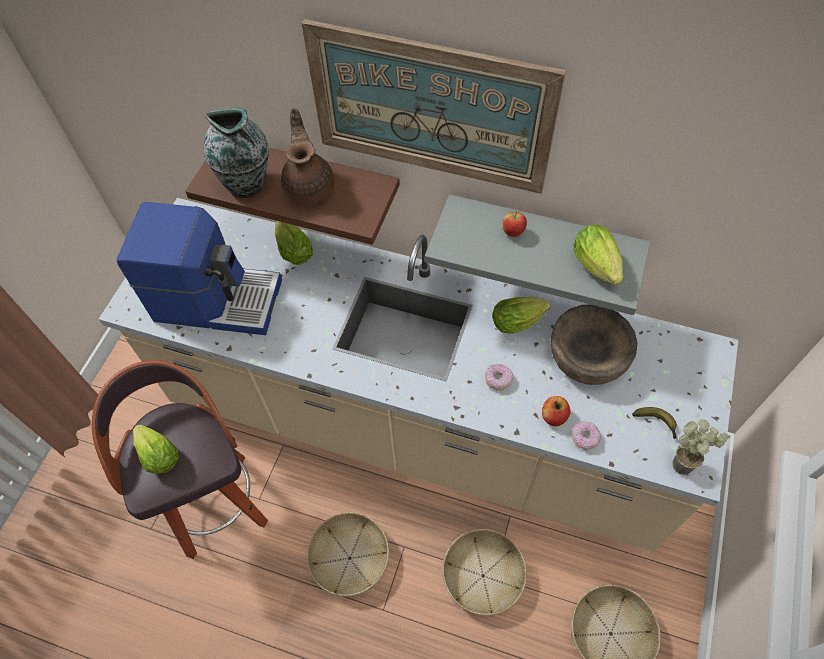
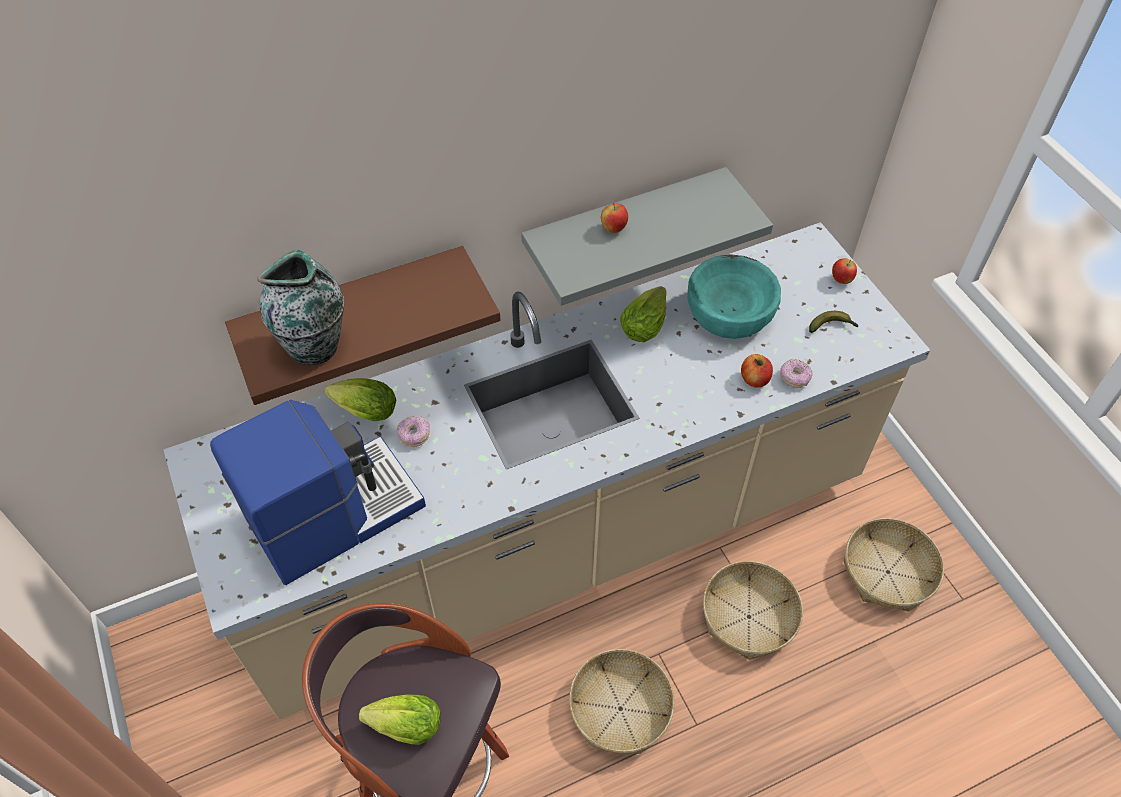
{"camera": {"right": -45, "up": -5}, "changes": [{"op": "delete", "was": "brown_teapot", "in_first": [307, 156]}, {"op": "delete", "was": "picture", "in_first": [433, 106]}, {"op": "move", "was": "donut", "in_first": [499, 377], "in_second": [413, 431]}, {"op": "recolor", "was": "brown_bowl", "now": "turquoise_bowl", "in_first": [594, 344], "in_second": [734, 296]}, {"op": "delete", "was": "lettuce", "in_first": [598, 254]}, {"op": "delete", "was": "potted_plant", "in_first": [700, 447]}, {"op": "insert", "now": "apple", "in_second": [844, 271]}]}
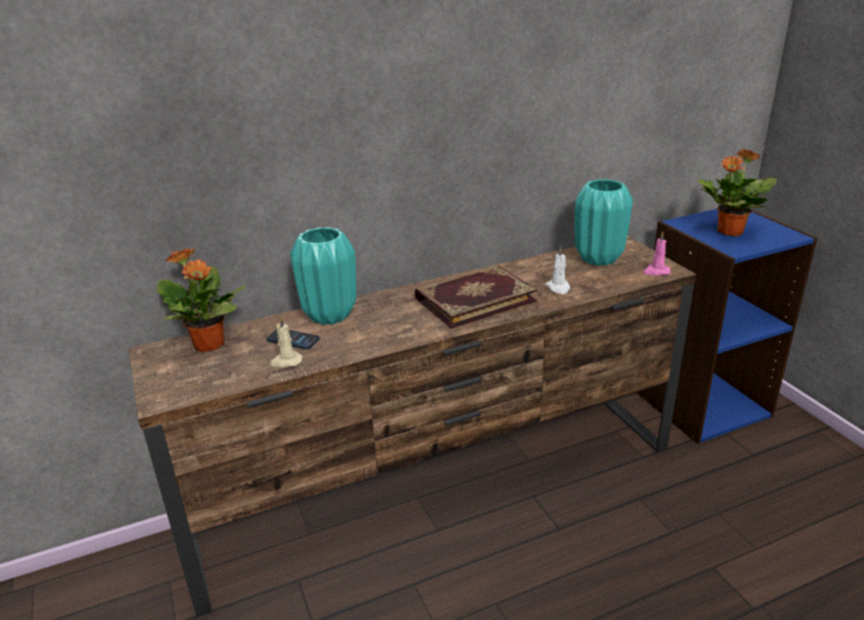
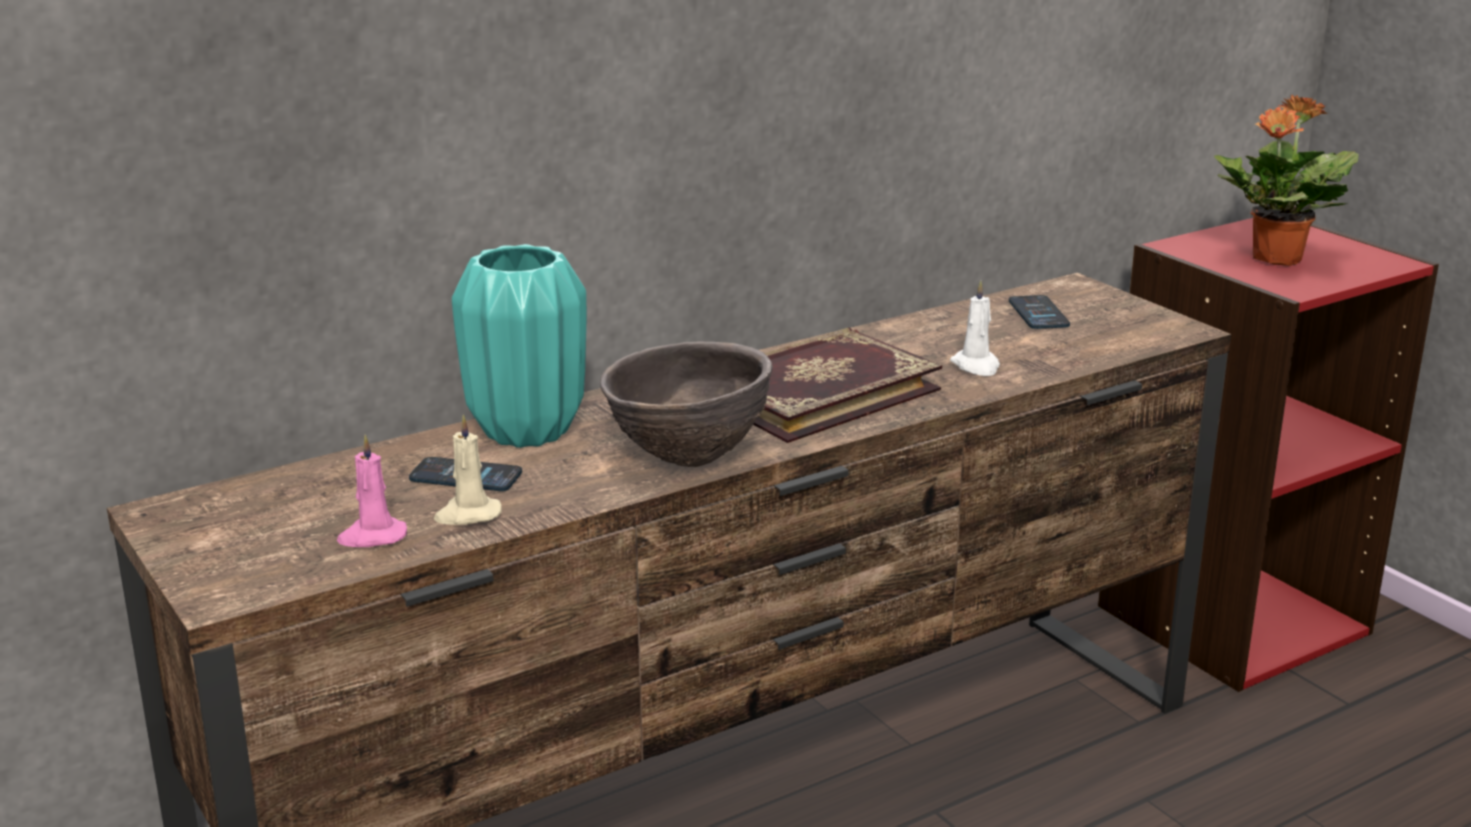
{"camera": {"right": -10, "up": -5}, "changes": [{"op": "delete", "was": "potted_plant", "in_first": [201, 300]}, {"op": "replace", "was": "turquoise_vase", "now": "phone", "in_first": [604, 222], "in_second": [1039, 312]}, {"op": "recolor", "was": "blue_bookcase", "now": "red_bookcase", "in_first": [727, 326], "in_second": [1268, 455]}, {"op": "move", "was": "pink_candle", "in_first": [657, 254], "in_second": [371, 491]}, {"op": "insert", "now": "brown_bowl", "in_second": [686, 404]}]}
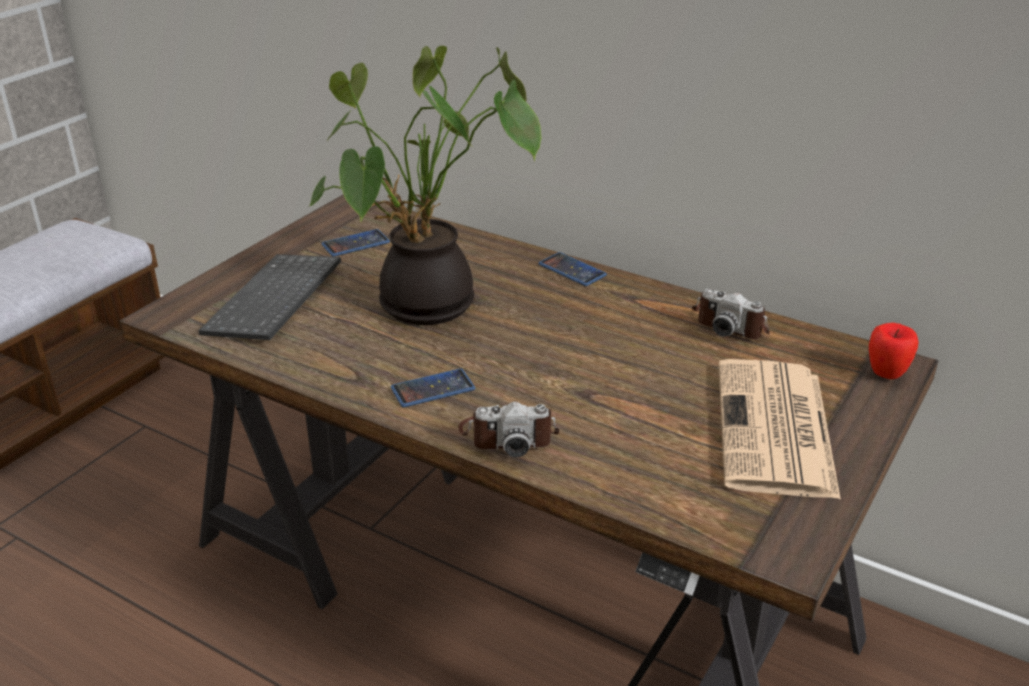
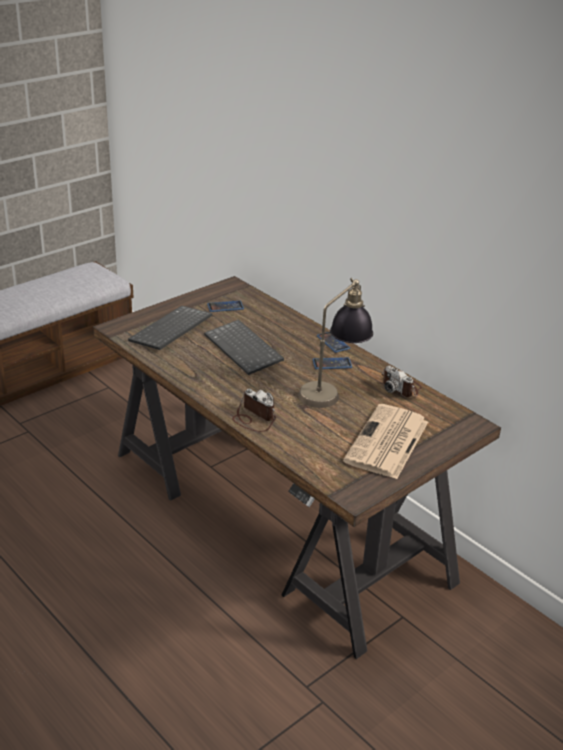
{"camera": {"right": 15, "up": 0}, "changes": [{"op": "replace", "was": "potted_plant", "now": "keyboard", "in_first": [425, 185], "in_second": [244, 347]}, {"op": "move", "was": "phone", "in_first": [433, 387], "in_second": [332, 363]}, {"op": "rotate", "was": "photo_camera", "in_first": [508, 429], "in_second": [254, 410], "clockwise": -150}, {"op": "delete", "was": "apple", "in_first": [894, 351]}, {"op": "insert", "now": "table_lamp", "in_second": [335, 343]}]}
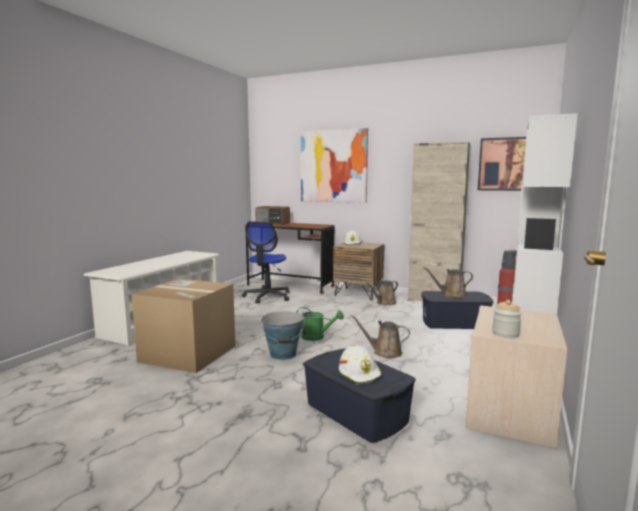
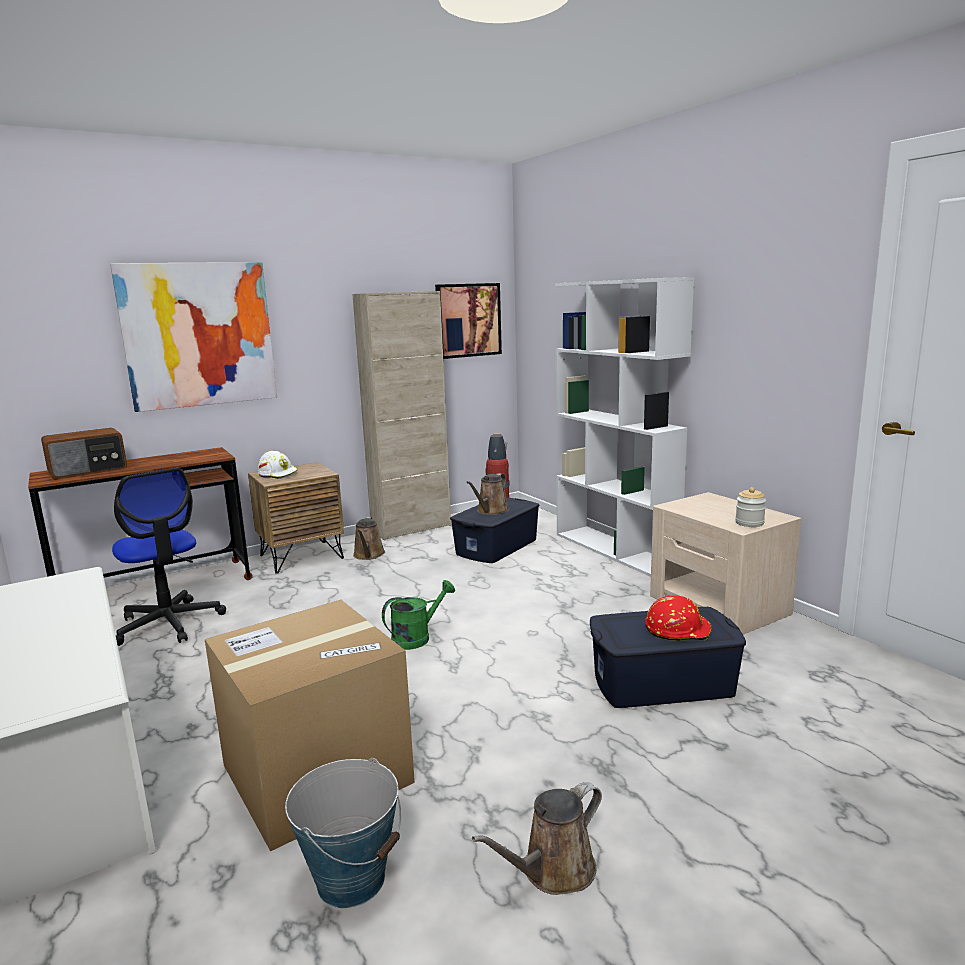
{"camera": {"right": -55, "up": 5}, "changes": [{"op": "move", "was": "bucket", "in_first": [283, 335], "in_second": [343, 833]}, {"op": "recolor", "was": "white_hard_hat", "now": "red_hard_hat", "in_first": [360, 365], "in_second": [678, 618]}, {"op": "move", "was": "brown_watering_can", "in_first": [380, 336], "in_second": [537, 838]}]}
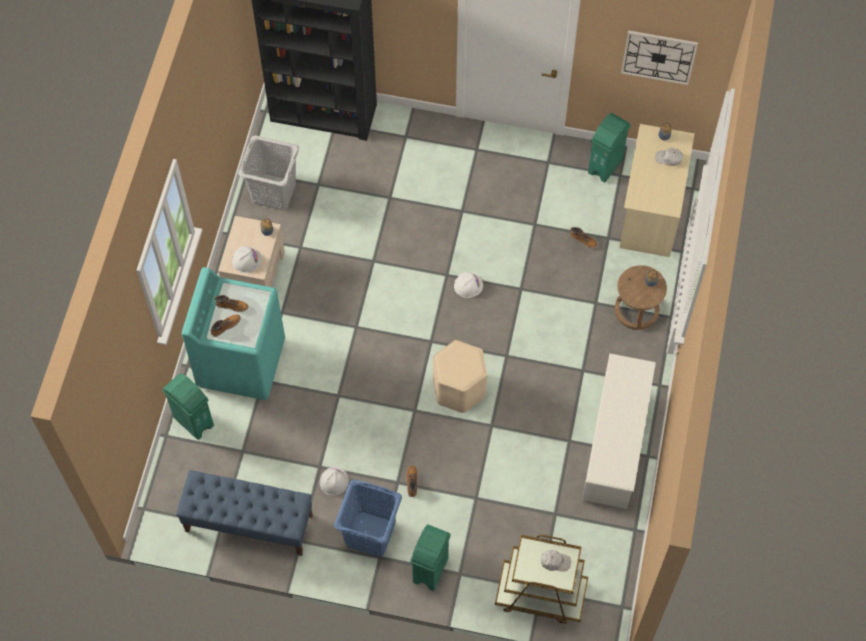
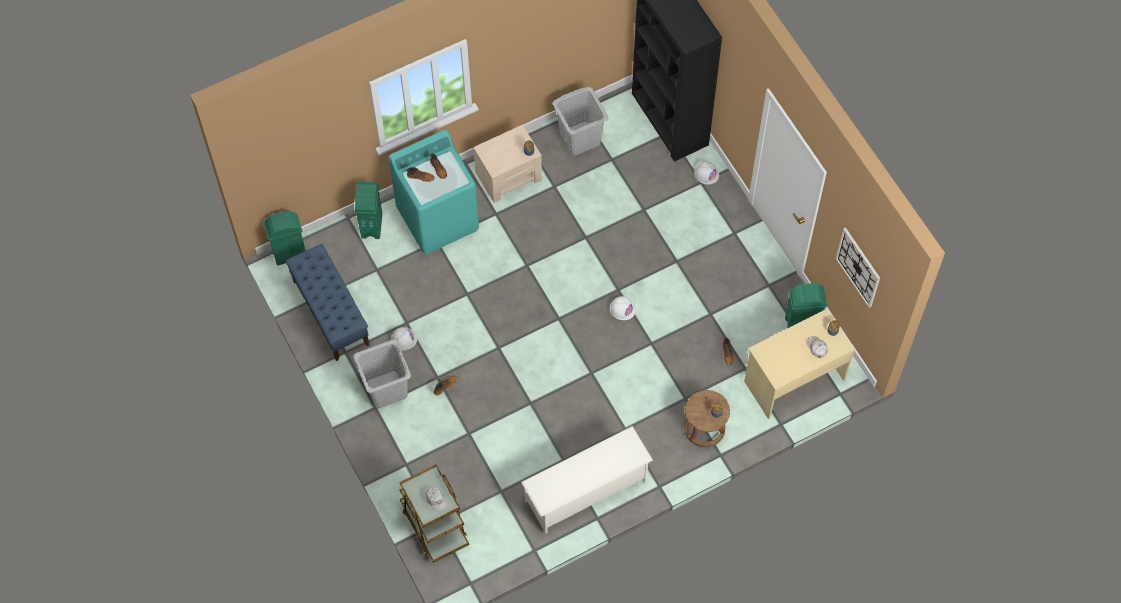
{"camera": {"right": 50, "up": 0}, "changes": [{"op": "move", "was": "white_hard_hat", "in_first": [247, 259], "in_second": [706, 173]}, {"op": "recolor", "was": "blue_laundry_basket", "now": "grey_laundry_basket", "in_first": [368, 518], "in_second": [382, 373]}, {"op": "move", "was": "green_trash_can", "in_first": [430, 557], "in_second": [284, 238]}, {"op": "delete", "was": "beige_stool", "in_first": [460, 376]}]}
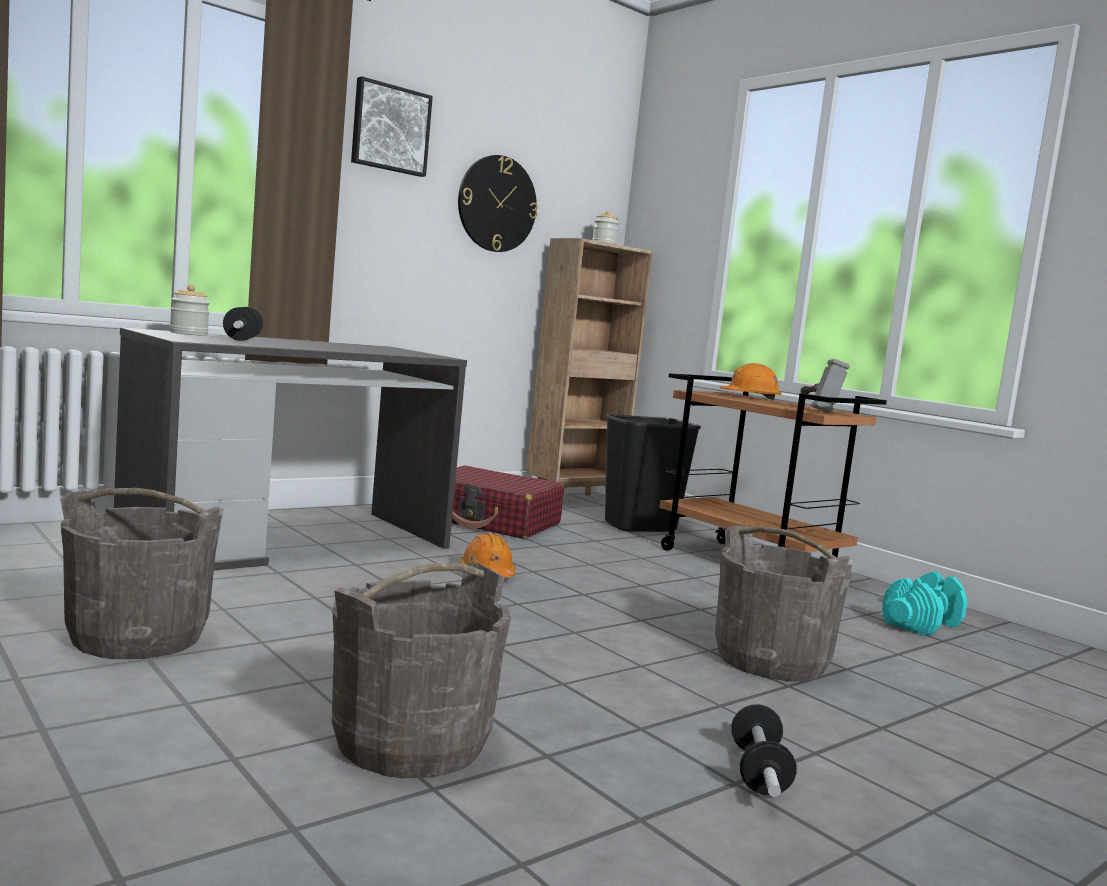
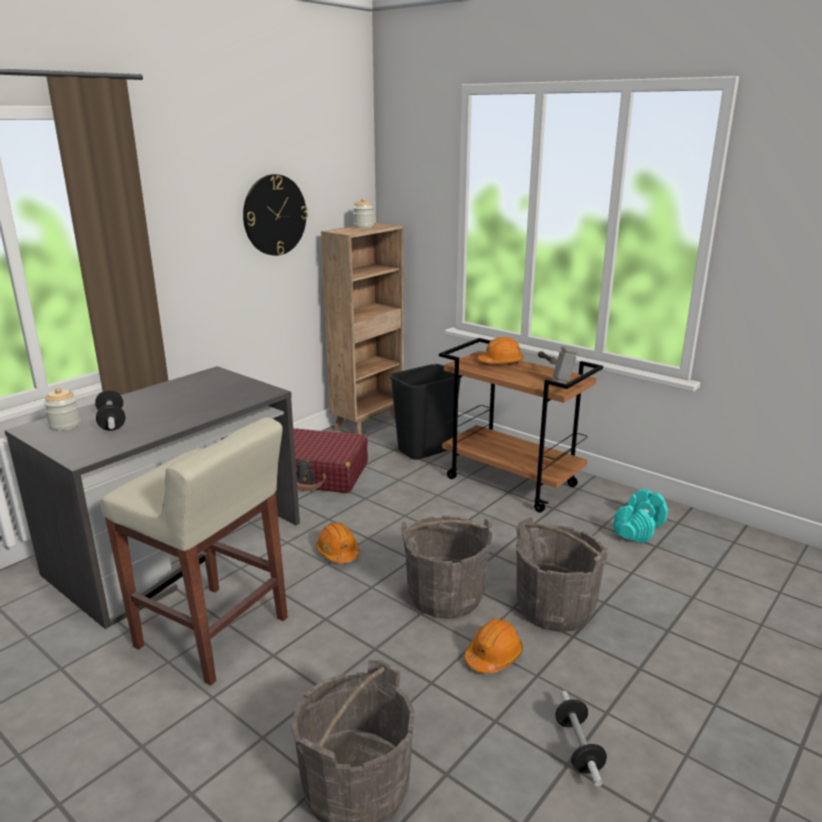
{"camera": {"right": -10, "up": 15}, "changes": [{"op": "move", "was": "grey_bucket", "in_first": [141, 573], "in_second": [447, 567]}, {"op": "delete", "was": "picture", "in_first": [392, 126]}, {"op": "insert", "now": "beige_stool", "in_second": [194, 551]}, {"op": "insert", "now": "orange_hard_hat", "in_second": [493, 646]}]}
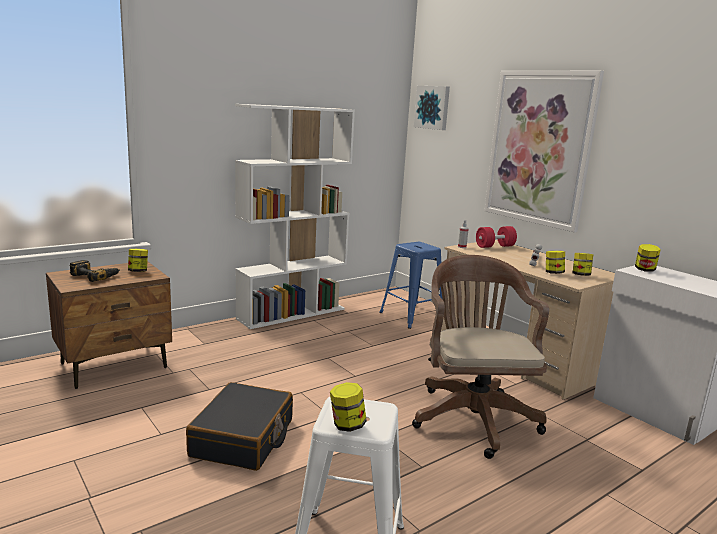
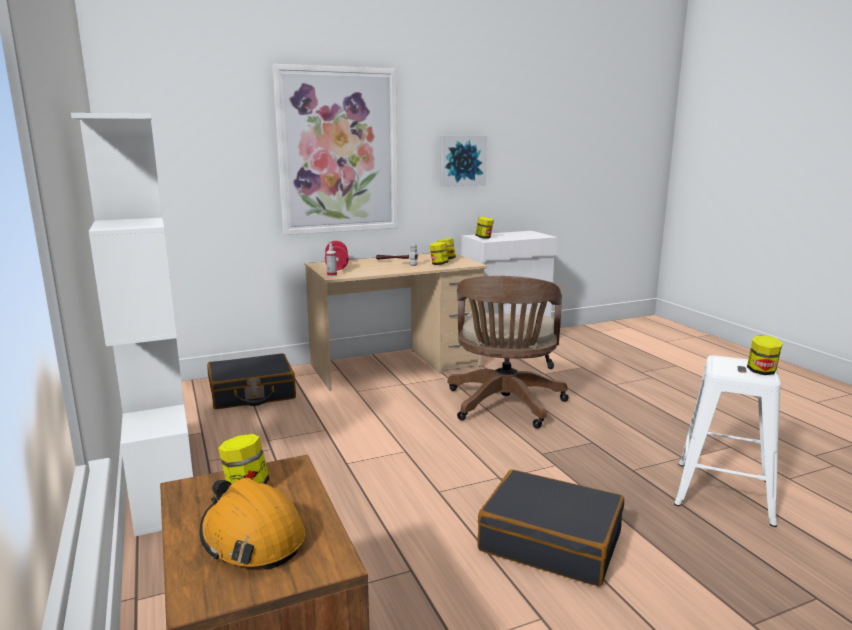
{"camera": {"right": -75, "up": 0}, "changes": [{"op": "replace", "was": "power_drill", "now": "orange_hard_hat", "in_first": [95, 271], "in_second": [252, 524]}, {"op": "replace", "was": "blue_stool", "now": "black_suitcase", "in_first": [411, 285], "in_second": [251, 381]}, {"op": "rotate", "was": "brown_office_chair", "in_first": [480, 357], "in_second": [508, 352], "clockwise": -90}, {"op": "move", "was": "picture", "in_first": [432, 108], "in_second": [463, 161]}]}
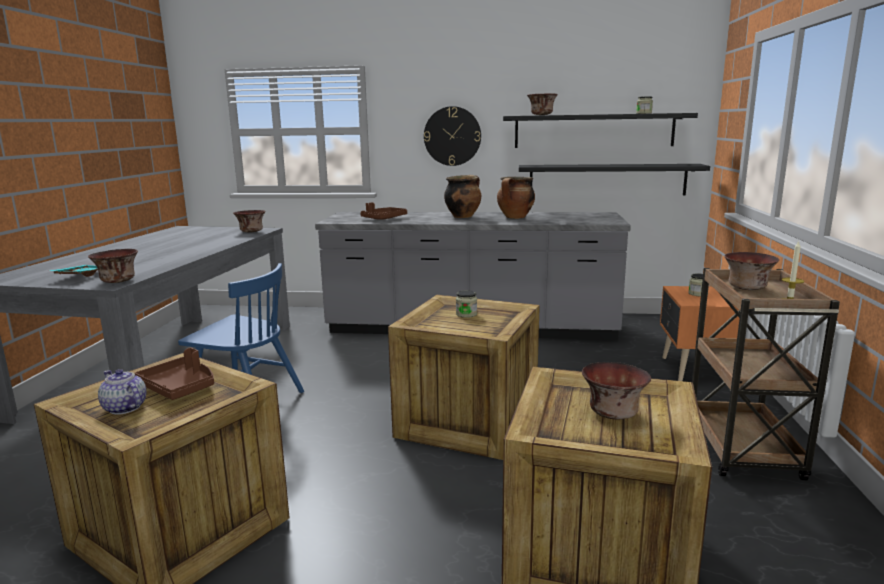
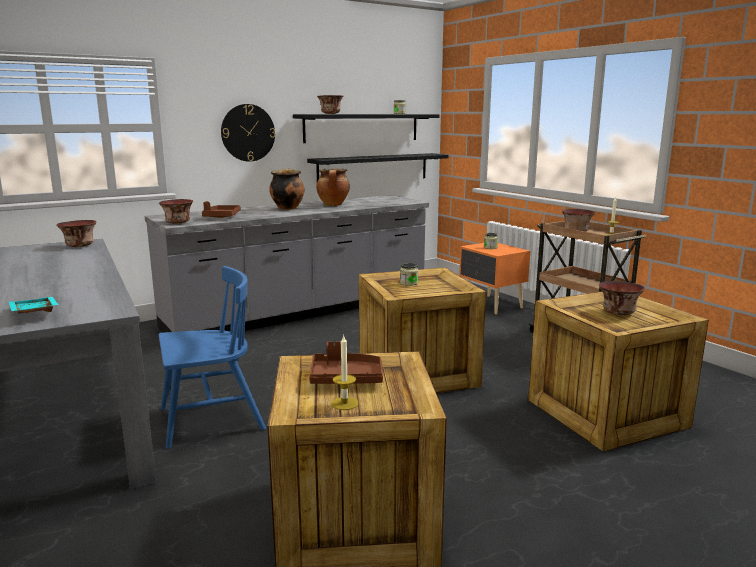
{"camera": {"right": -40, "up": 0}, "changes": [{"op": "move", "was": "bowl", "in_first": [113, 266], "in_second": [176, 211]}, {"op": "replace", "was": "teapot", "now": "candle", "in_first": [122, 392], "in_second": [344, 373]}]}
